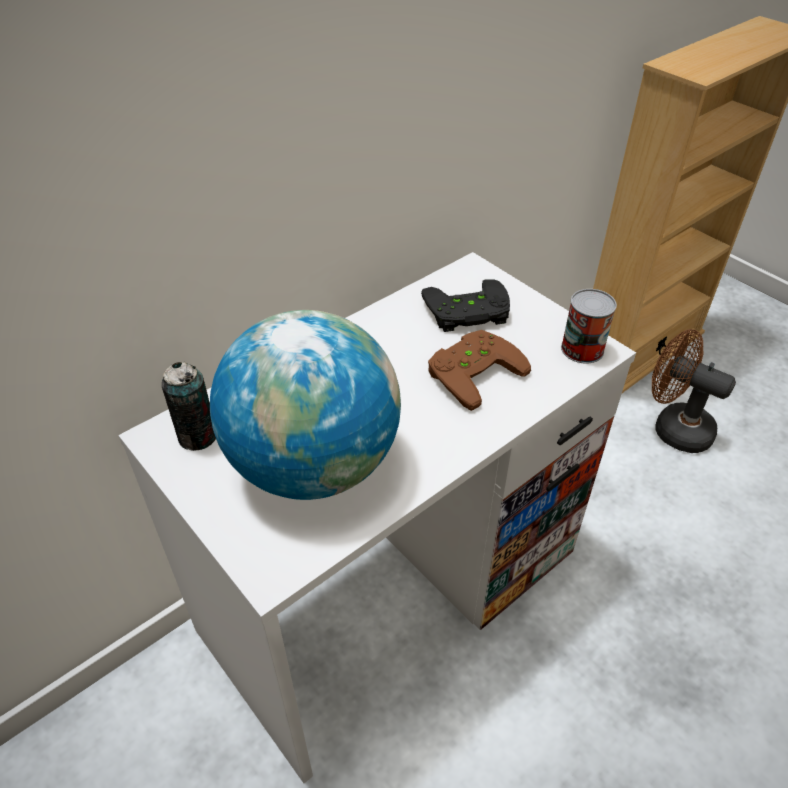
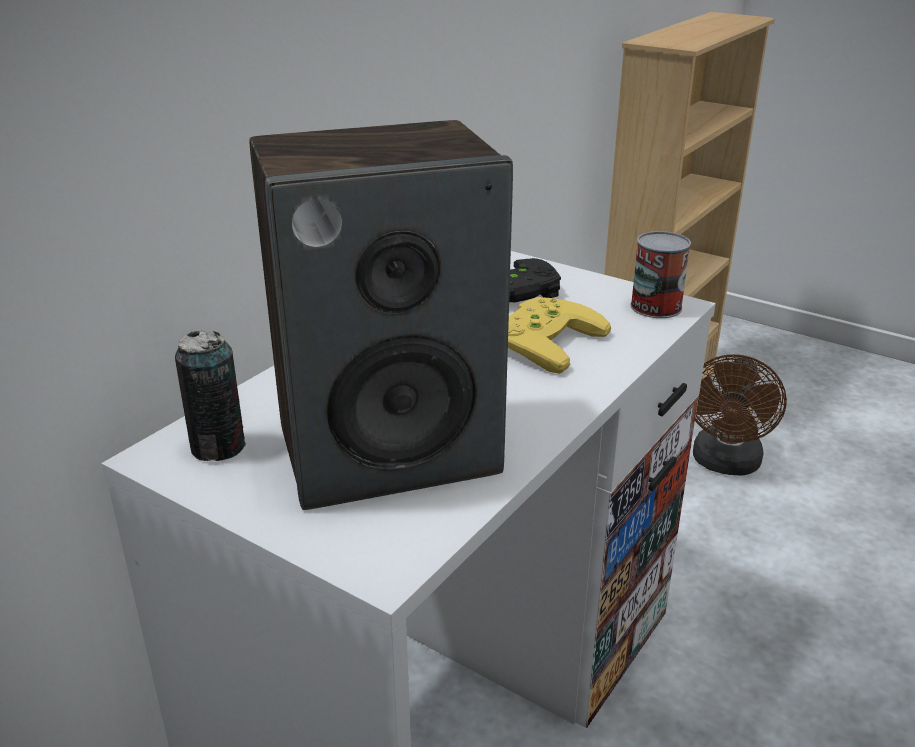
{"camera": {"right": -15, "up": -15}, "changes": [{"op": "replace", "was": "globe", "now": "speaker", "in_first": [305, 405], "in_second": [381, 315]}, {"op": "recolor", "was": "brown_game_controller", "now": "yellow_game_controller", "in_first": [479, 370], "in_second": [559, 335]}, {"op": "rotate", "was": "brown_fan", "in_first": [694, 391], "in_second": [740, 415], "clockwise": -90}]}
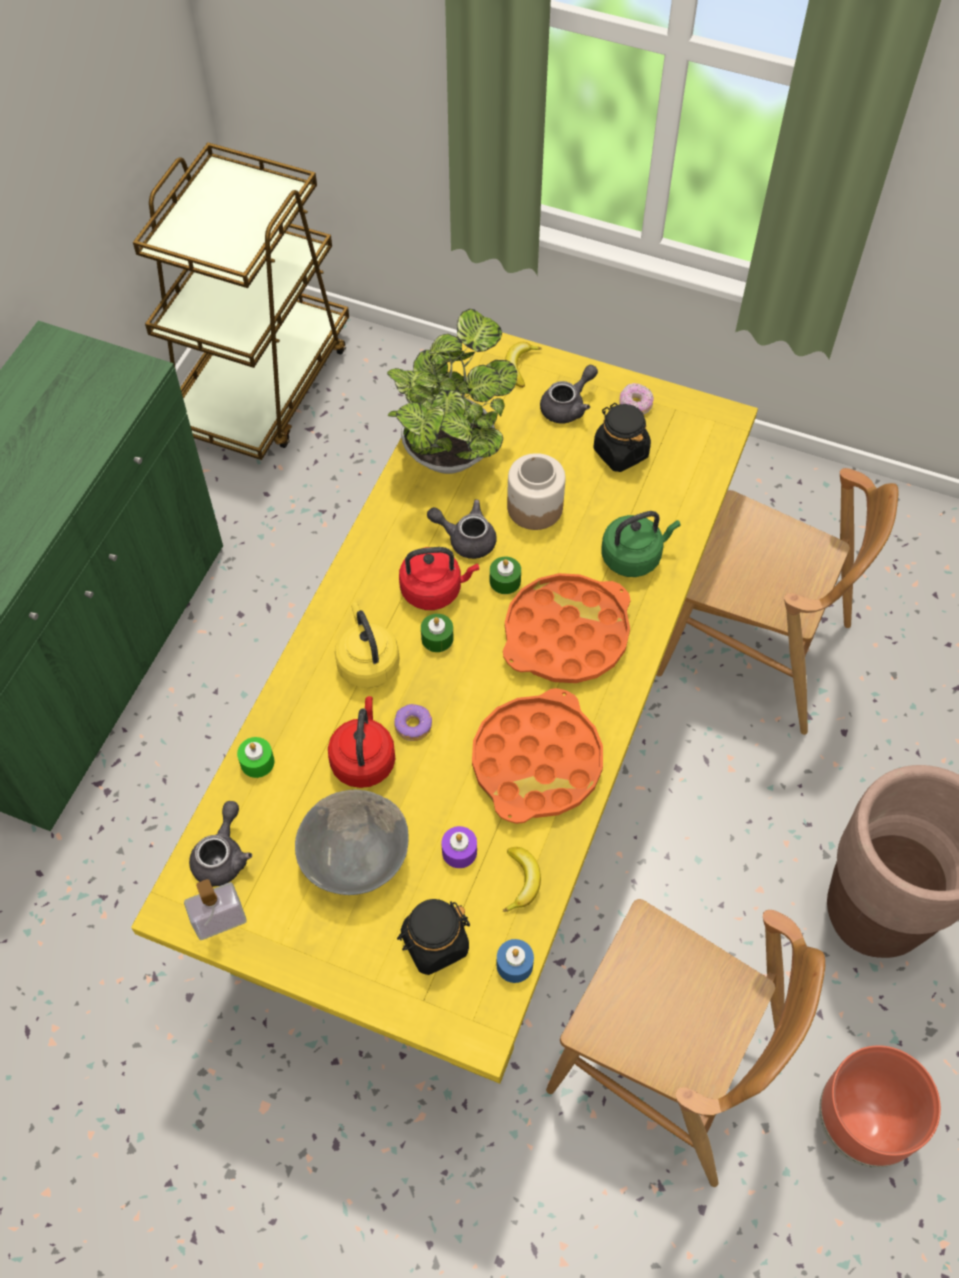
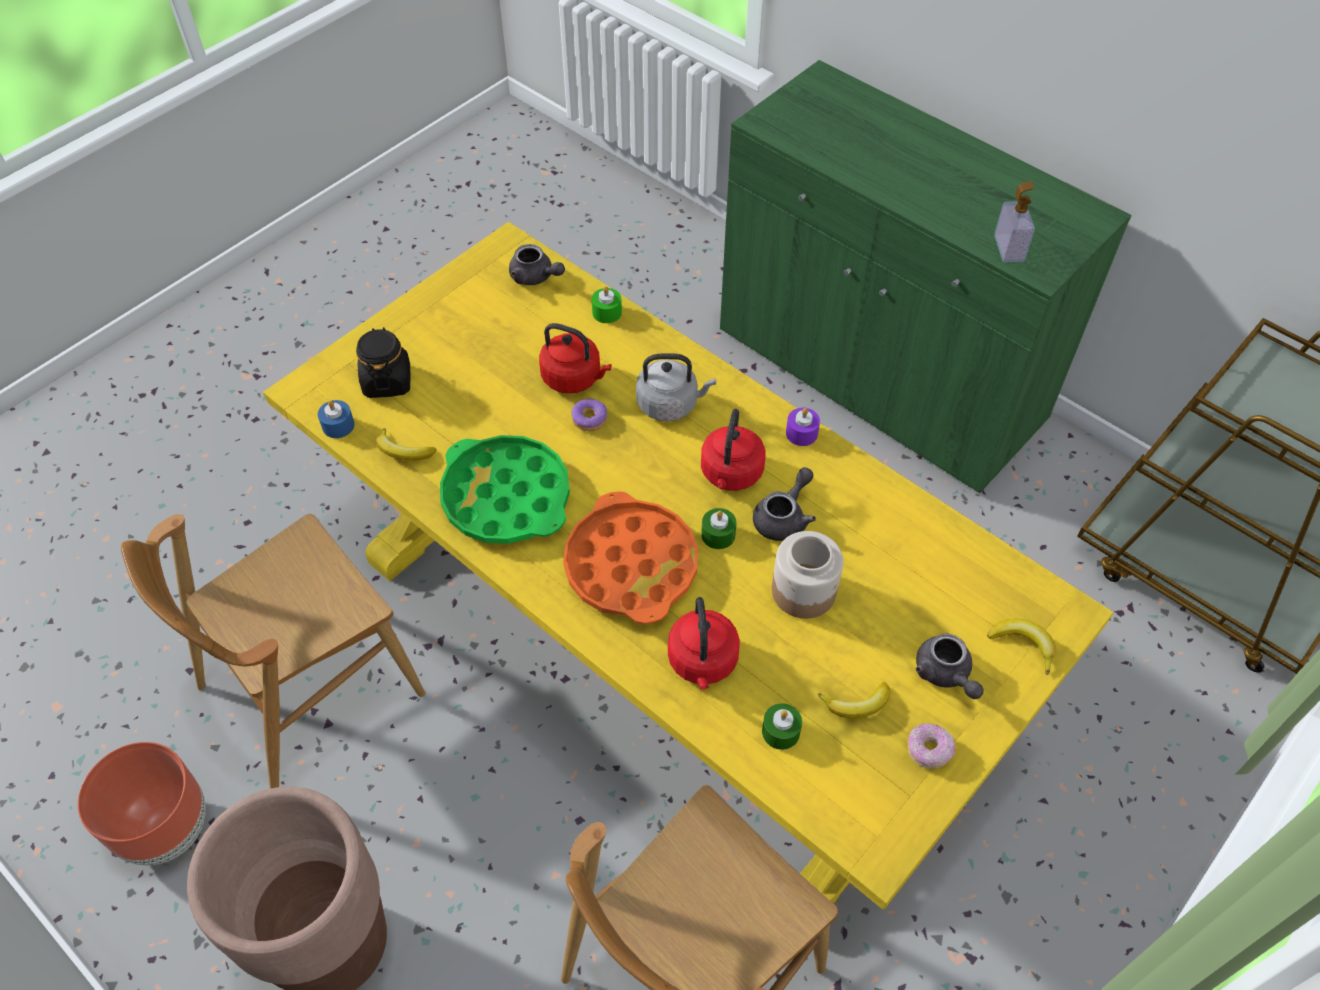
{"camera": {"right": 110, "up": -5}, "changes": [{"op": "move", "was": "soap_dispenser", "in_first": [215, 909], "in_second": [1014, 222]}, {"op": "delete", "was": "grey_bowl", "in_first": [352, 842]}, {"op": "recolor", "was": "yellow_kettle", "now": "grey_kettle", "in_first": [367, 645], "in_second": [676, 387]}, {"op": "delete", "was": "potted_plant", "in_first": [452, 391]}, {"op": "move", "was": "green_candle", "in_first": [437, 633], "in_second": [782, 727]}, {"op": "move", "was": "purple_candle", "in_first": [459, 847], "in_second": [803, 427]}, {"op": "recolor", "was": "orange_tray", "now": "green_tray", "in_first": [537, 756], "in_second": [505, 489]}, {"op": "replace", "was": "black_jar", "now": "banana", "in_first": [622, 437], "in_second": [854, 700]}, {"op": "recolor", "was": "green_kettle", "now": "red_kettle", "in_first": [641, 544], "in_second": [704, 643]}]}
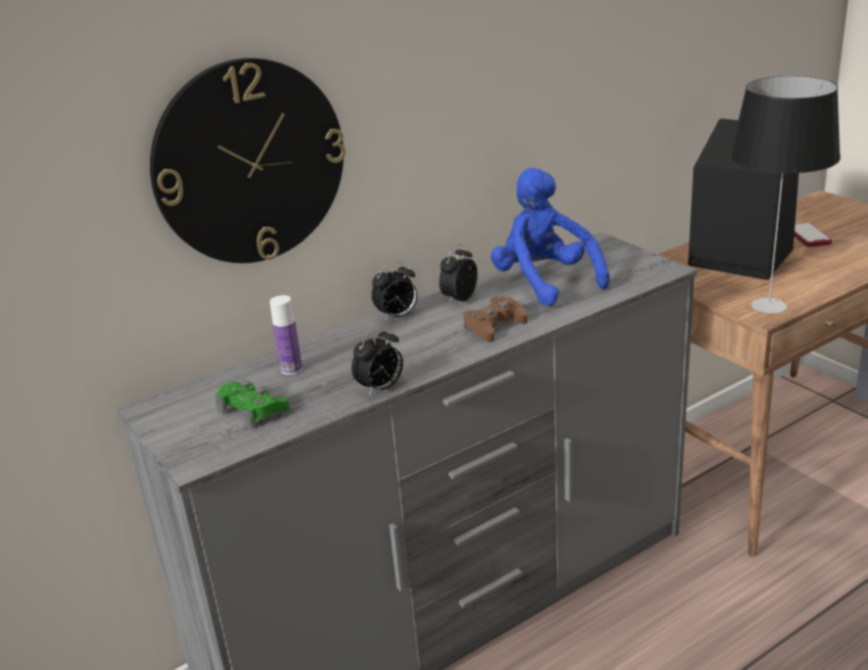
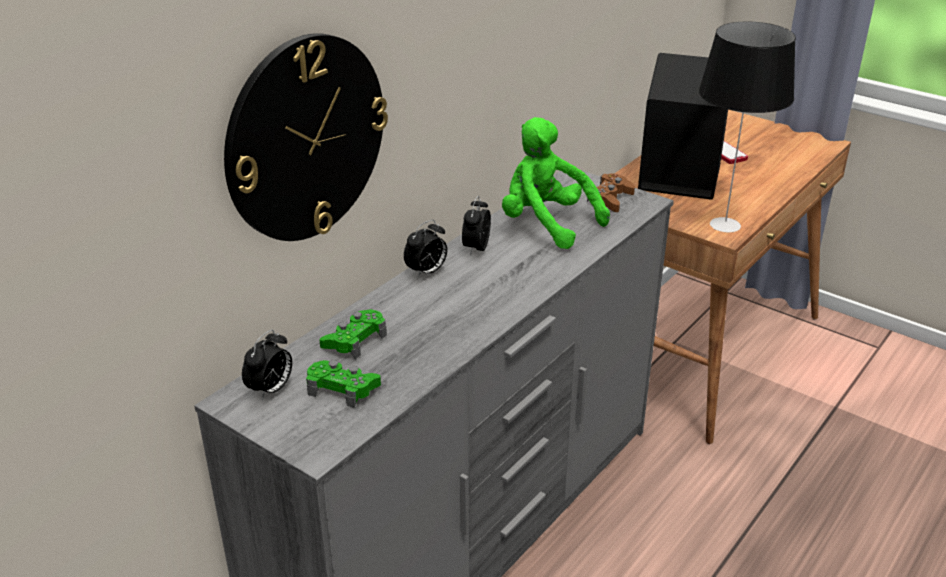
{"camera": {"right": -20, "up": 5}, "changes": [{"op": "replace", "was": "bottle", "now": "green_game_controller", "in_first": [286, 335], "in_second": [353, 334]}, {"op": "move", "was": "alarm_clock", "in_first": [377, 361], "in_second": [267, 365]}, {"op": "move", "was": "brown_game_controller", "in_first": [495, 319], "in_second": [611, 192]}, {"op": "recolor", "was": "blue_plush_toy", "now": "green_plush_toy", "in_first": [550, 237], "in_second": [556, 183]}]}
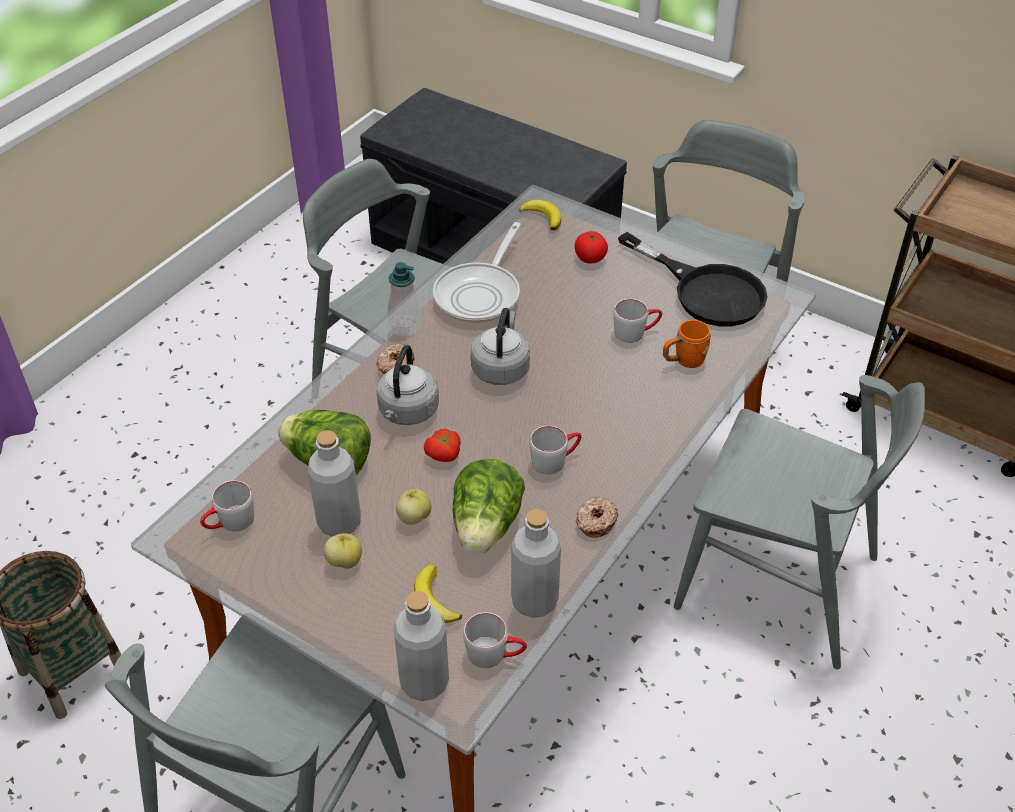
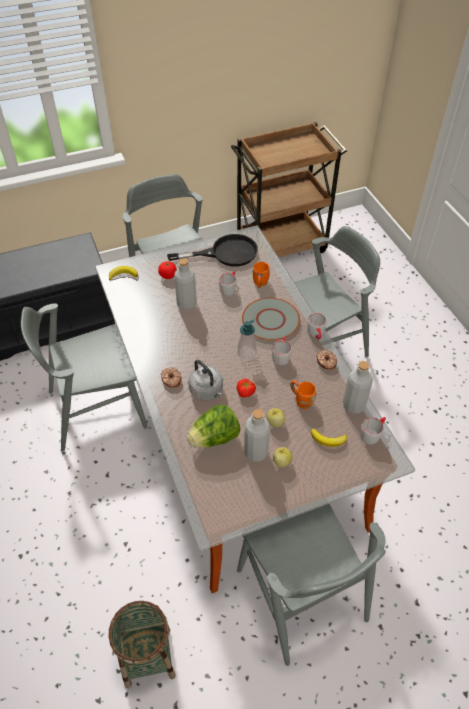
{"camera": {"right": -55, "up": 5}, "changes": [{"op": "move", "was": "grey_mug", "in_first": [227, 506], "in_second": [317, 326]}, {"op": "move", "was": "soap_dispenser", "in_first": [405, 299], "in_second": [246, 339]}, {"op": "move", "was": "grey_bottle", "in_first": [421, 646], "in_second": [185, 284]}, {"op": "delete", "was": "frying_pan", "in_first": [477, 272]}, {"op": "replace", "was": "lettuce", "now": "orange_mug", "in_first": [489, 506], "in_second": [303, 394]}, {"op": "delete", "was": "grey_kettle", "in_first": [500, 346]}, {"op": "insert", "now": "grey_plate", "in_second": [271, 319]}]}
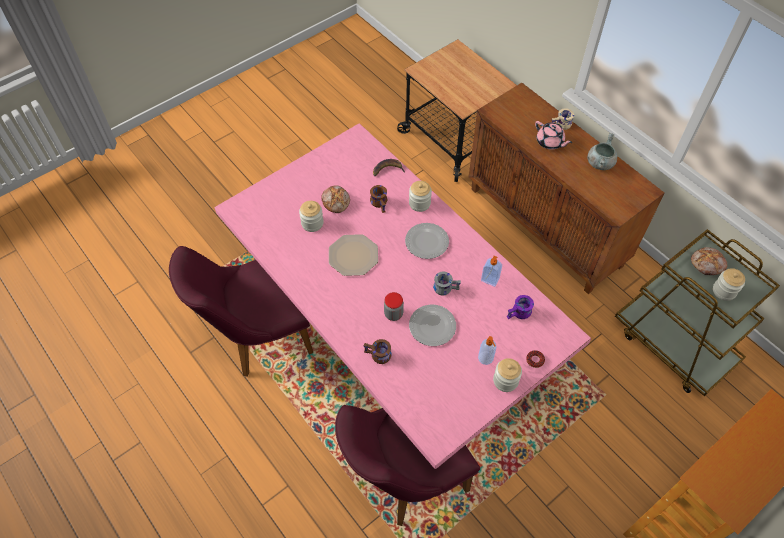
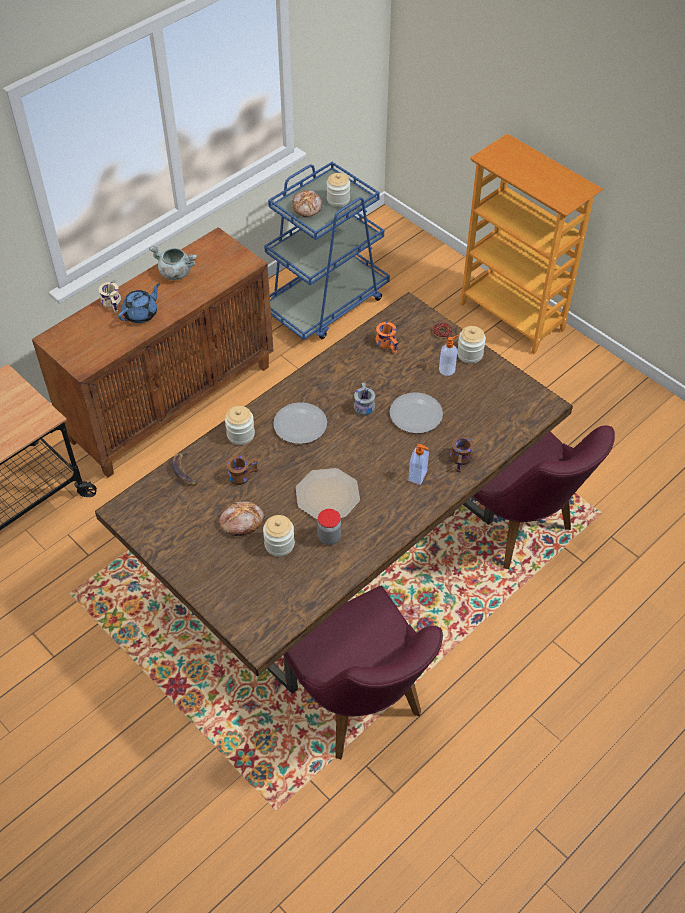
{"camera": {"right": -95, "up": -5}, "changes": [{"op": "recolor", "was": "pink_dining_table", "now": "brown_dining_table", "in_first": [403, 296], "in_second": [334, 493]}, {"op": "move", "was": "jar", "in_first": [394, 306], "in_second": [329, 527]}, {"op": "move", "was": "soap_dispenser", "in_first": [491, 271], "in_second": [418, 464]}, {"op": "recolor", "was": "purple_mug", "now": "orange_mug", "in_first": [520, 307], "in_second": [386, 338]}, {"op": "recolor", "was": "pink_teapot", "now": "blue_teapot", "in_first": [553, 135], "in_second": [139, 303]}, {"op": "recolor", "was": "brown_cart", "now": "blue_cart", "in_first": [697, 312], "in_second": [327, 251]}]}
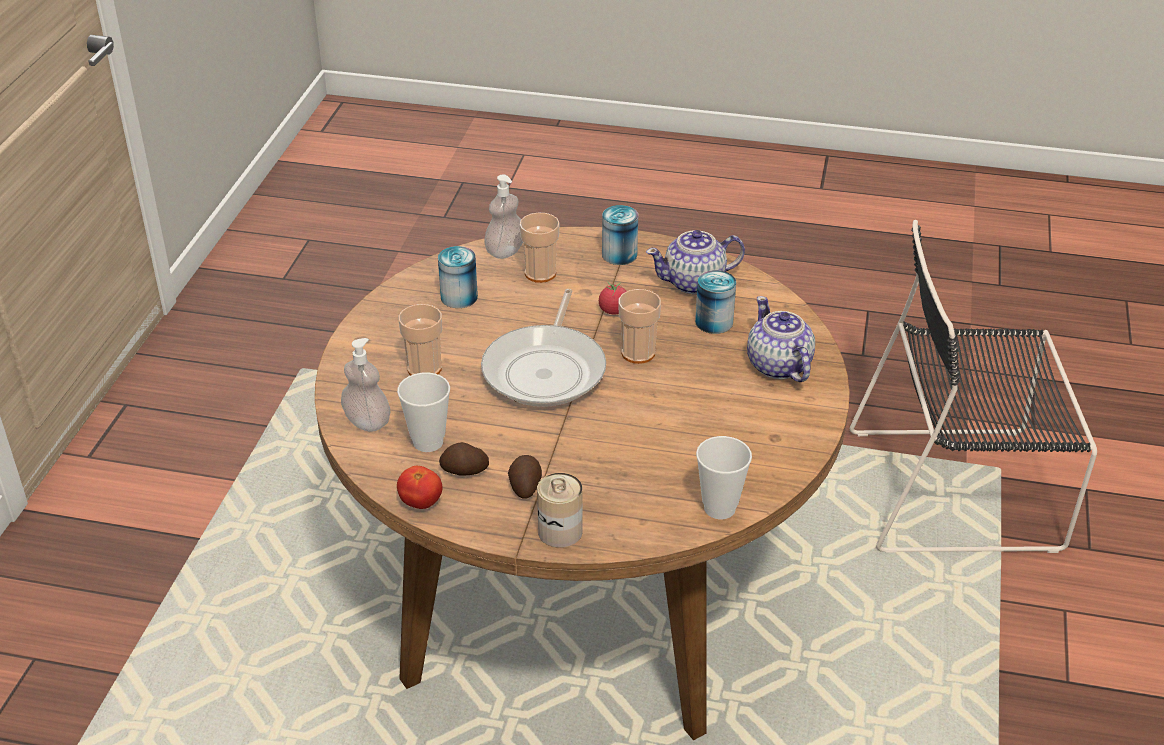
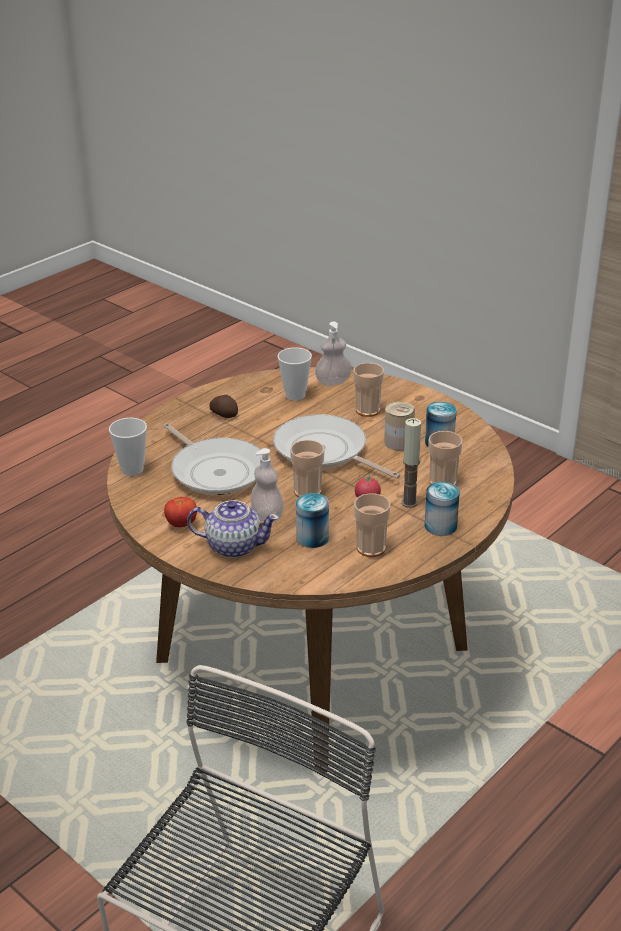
{"camera": {"right": 120, "up": -5}, "changes": [{"op": "move", "was": "tomato", "in_first": [419, 487], "in_second": [180, 512]}, {"op": "delete", "was": "potato", "in_first": [464, 459]}, {"op": "move", "was": "soap_dispenser", "in_first": [503, 216], "in_second": [267, 485]}, {"op": "move", "was": "can", "in_first": [560, 510], "in_second": [399, 426]}, {"op": "replace", "was": "teapot", "now": "cup", "in_first": [695, 262], "in_second": [372, 525]}, {"op": "insert", "now": "frying_pan", "in_second": [212, 459]}, {"op": "insert", "now": "candle", "in_second": [411, 463]}]}
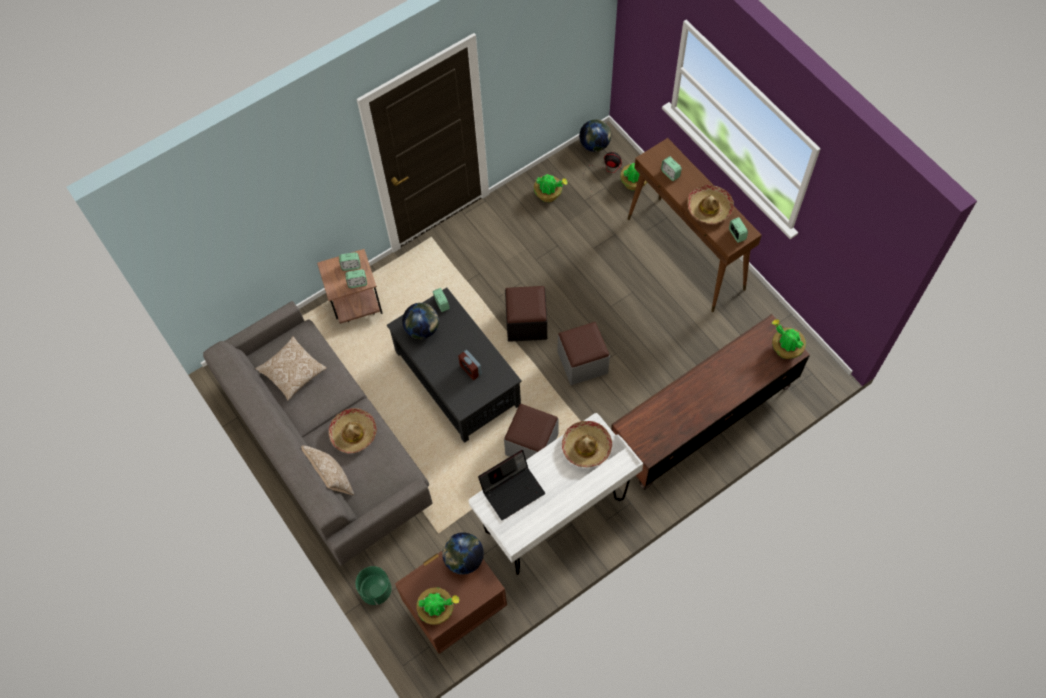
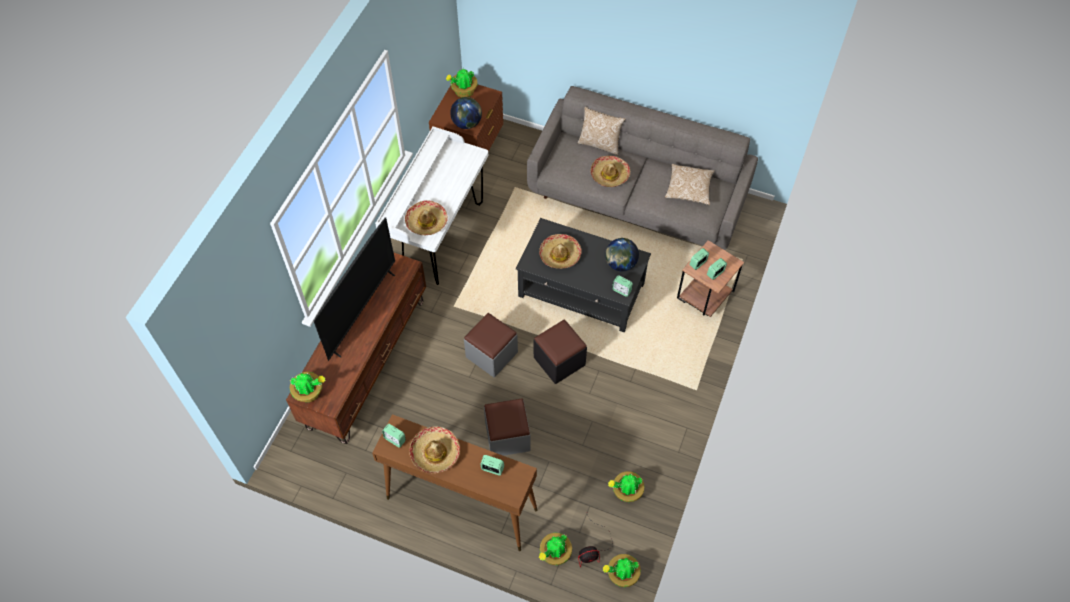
{"camera": {"right": 145, "up": -5}, "changes": [{"op": "delete", "was": "green_planter", "in_first": [374, 585]}, {"op": "replace", "was": "alarm_clock", "now": "hat", "in_first": [470, 365], "in_second": [560, 251]}, {"op": "delete", "was": "laptop", "in_first": [511, 485]}, {"op": "move", "was": "grey_ottoman", "in_first": [531, 432], "in_second": [507, 427]}, {"op": "replace", "was": "globe", "now": "potted_plant", "in_first": [595, 135], "in_second": [622, 570]}, {"op": "insert", "now": "television", "in_second": [354, 289]}]}
